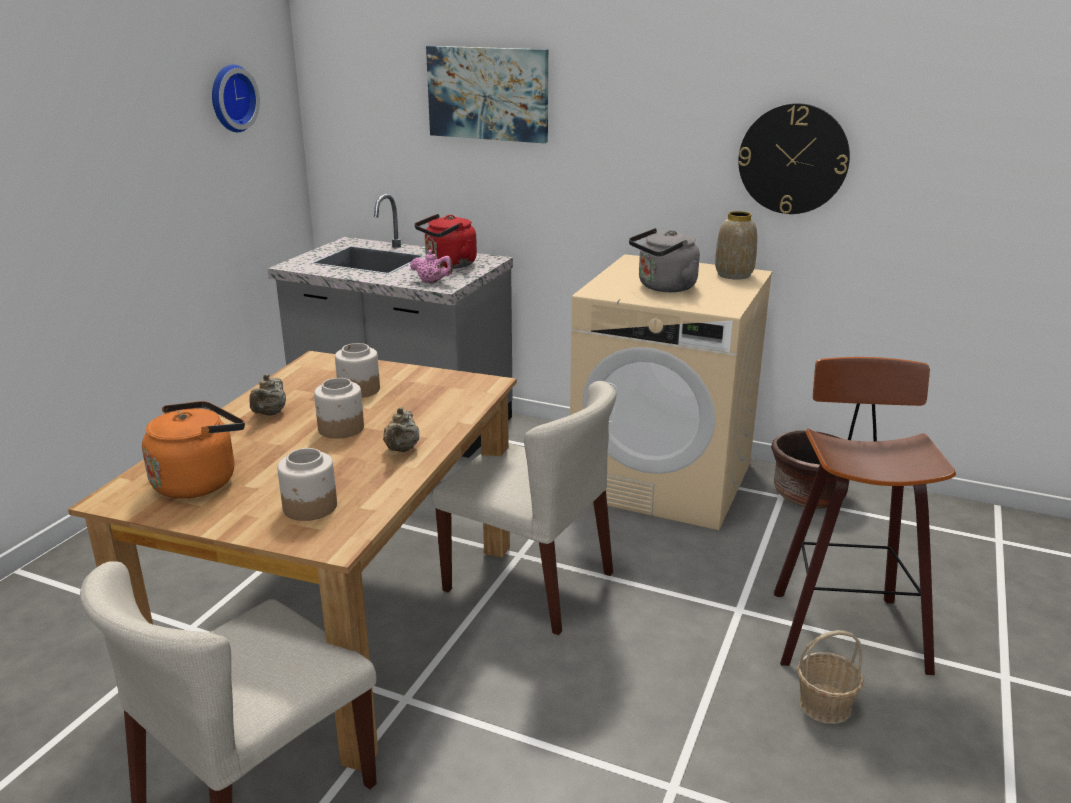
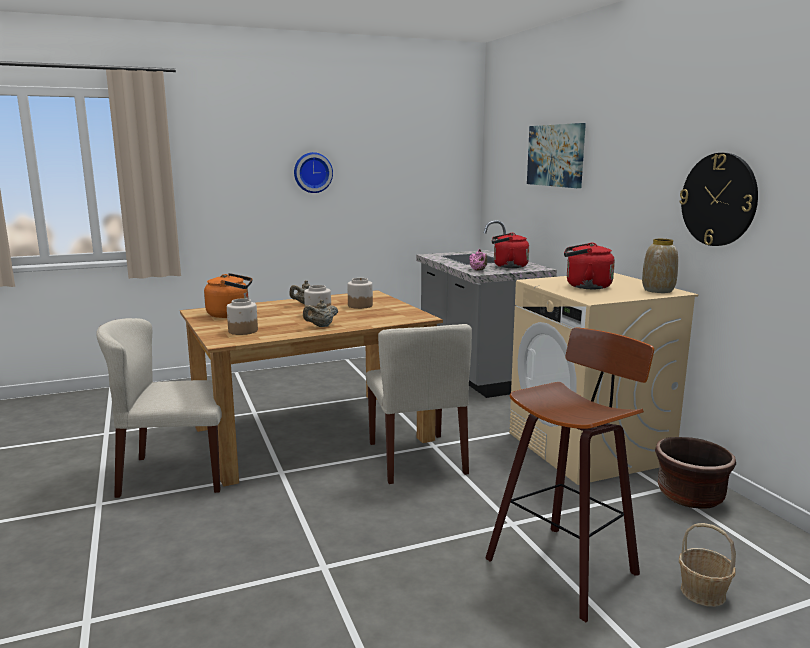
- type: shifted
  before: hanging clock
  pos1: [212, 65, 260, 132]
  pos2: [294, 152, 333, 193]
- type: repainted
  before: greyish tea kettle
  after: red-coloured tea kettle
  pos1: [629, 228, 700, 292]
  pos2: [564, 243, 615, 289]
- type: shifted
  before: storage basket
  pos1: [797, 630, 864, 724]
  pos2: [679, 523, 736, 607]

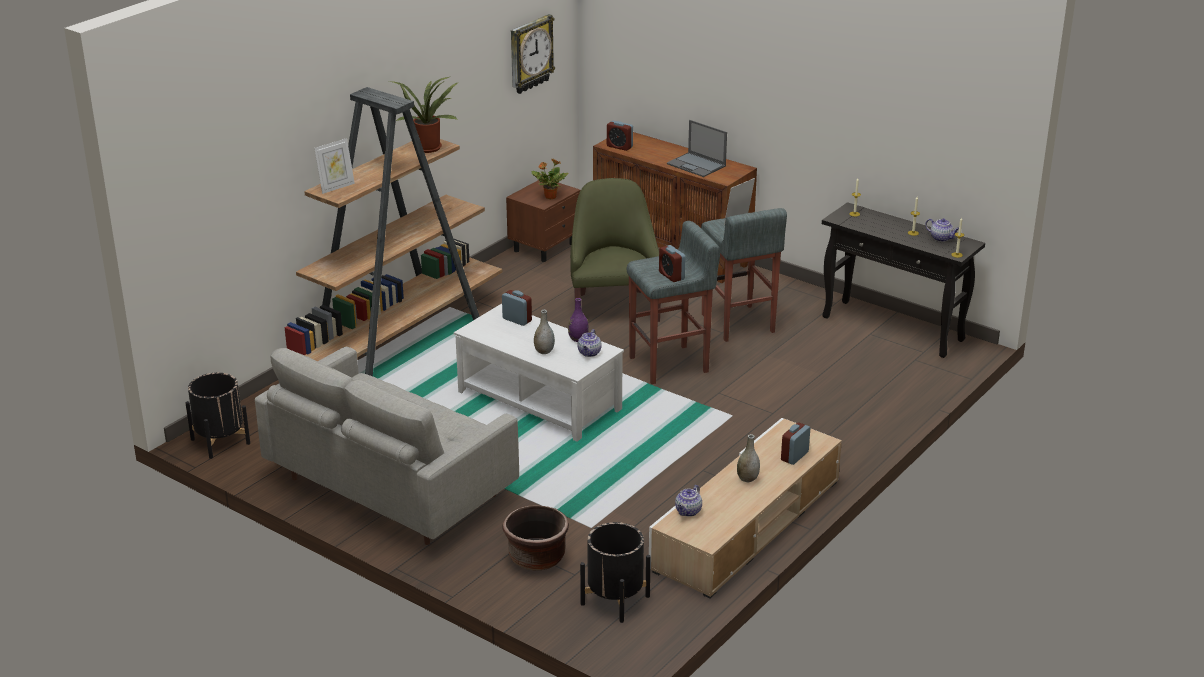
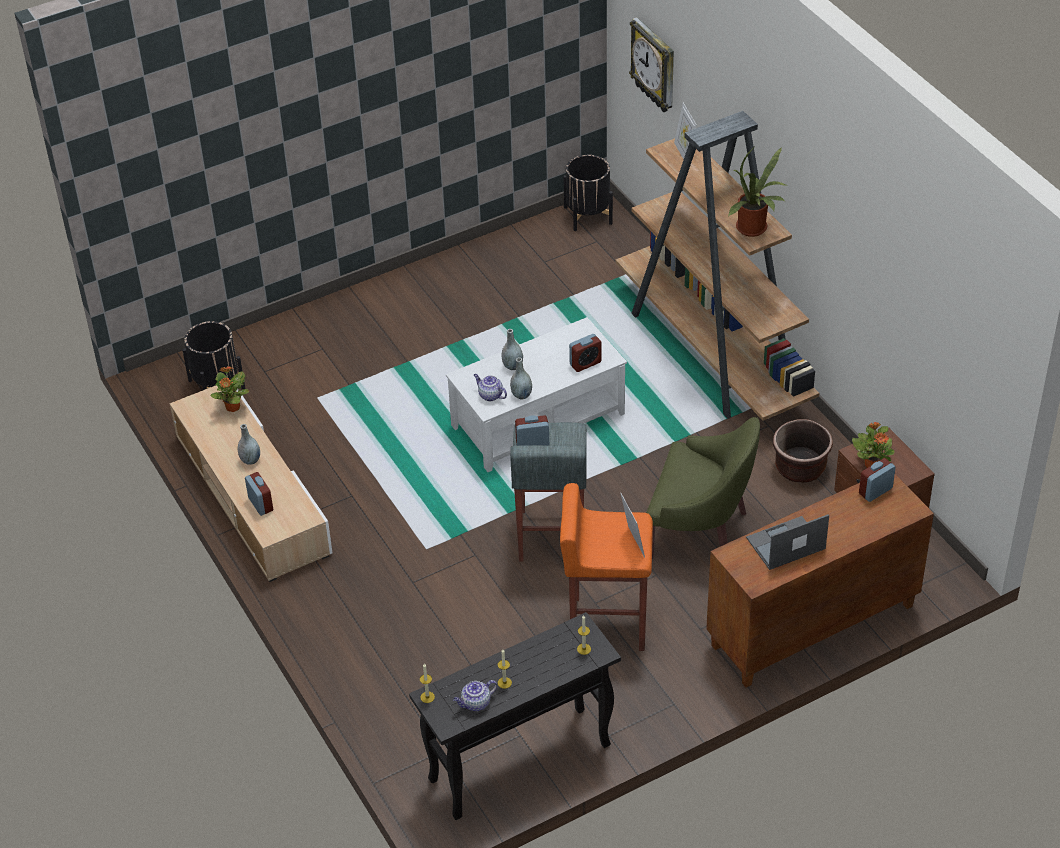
- type: gone
  before: greyish sofa
  pos1: [255, 347, 519, 545]
- type: shifted
  before: brownish planter
  pos1: [503, 505, 569, 570]
  pos2: [773, 419, 833, 483]
- type: shifted
  before: hanging clock
  pos1: [511, 14, 555, 94]
  pos2: [629, 17, 674, 112]
- type: repainted
  before: purple-coloured flower vase
  after: greyish flower vase
  pos1: [568, 298, 589, 342]
  pos2: [510, 357, 532, 399]
- type: swapped
  before: tea pot
  after: plant in a pot
  pos1: [675, 485, 702, 517]
  pos2: [210, 366, 249, 412]
- type: repainted
  before: greyish stool seat
  after: orange-coloured stool seat
  pos1: [701, 208, 787, 342]
  pos2: [560, 483, 653, 651]

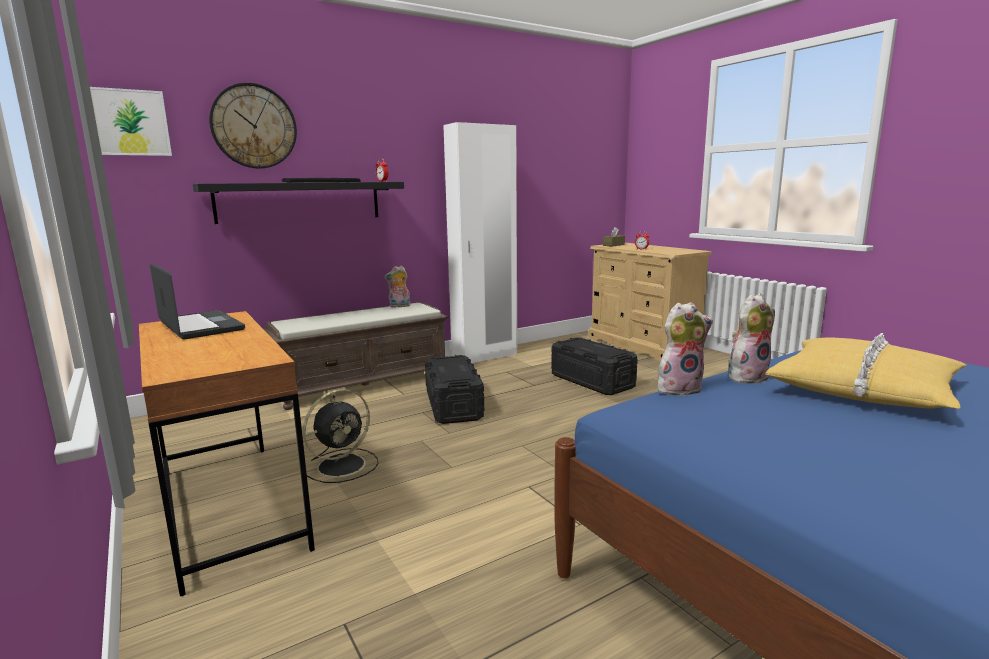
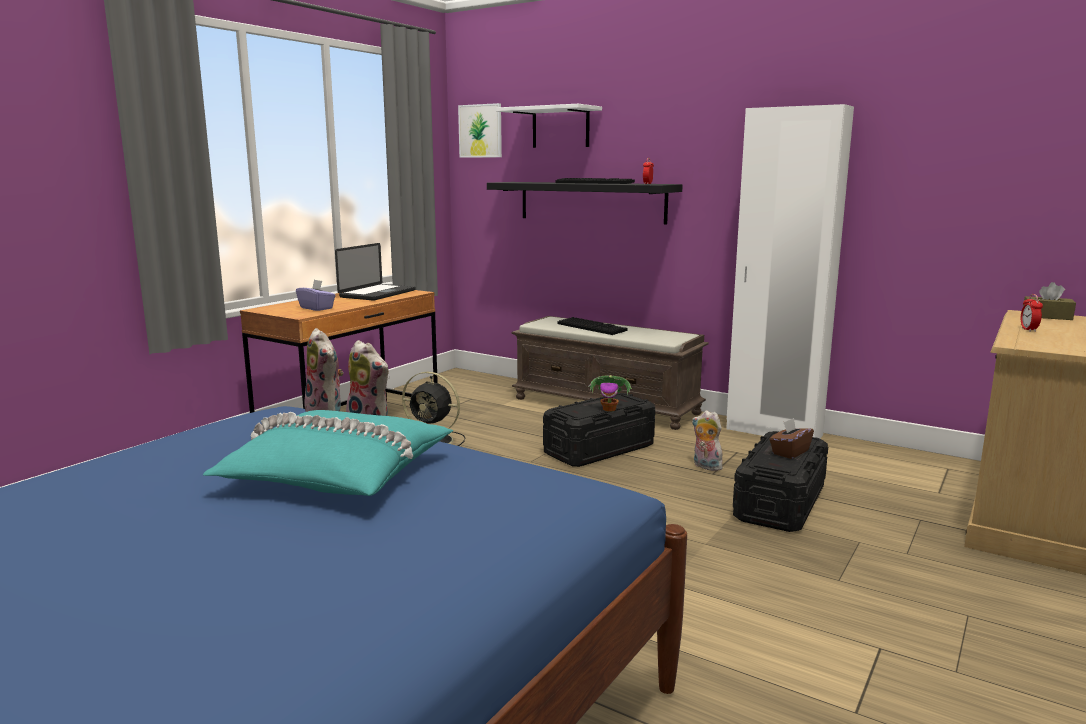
- type: swapped
  before: hanging clock
  after: white shelf
  pos1: [209, 83, 297, 169]
  pos2: [496, 104, 602, 148]
- type: shifted
  before: cuddly toy
  pos1: [384, 266, 410, 308]
  pos2: [692, 410, 723, 471]
- type: repainted
  before: yellowish pillow
  after: turquoise pillow
  pos1: [765, 333, 967, 409]
  pos2: [203, 410, 453, 496]
- type: new
  after: purple-coloured box of tissues
  pos2: [296, 279, 336, 311]
- type: new
  after: PC keyboard
  pos2: [558, 317, 627, 335]
- type: new
  after: plant in a pot
  pos2: [588, 375, 632, 411]
- type: new
  after: brownish box of tissues
  pos2: [769, 418, 814, 459]

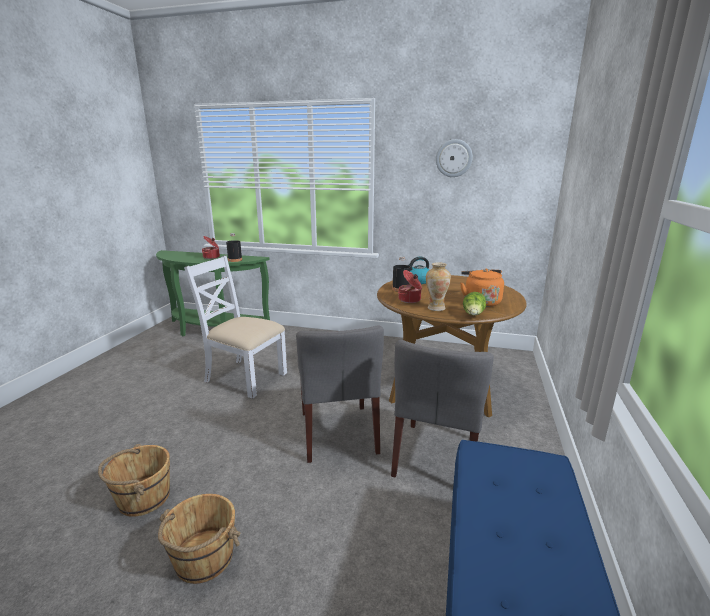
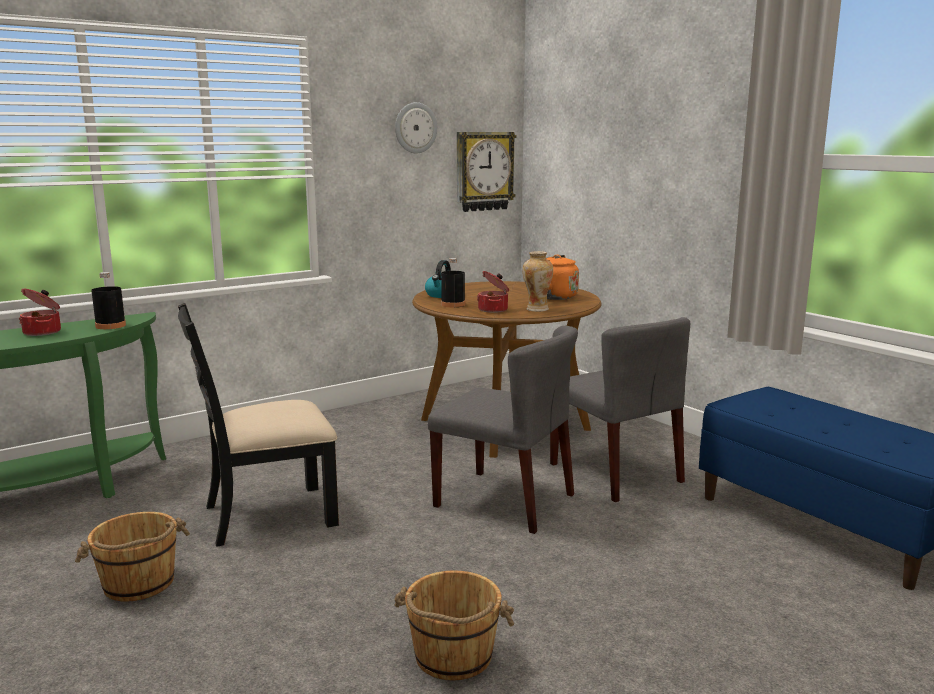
- type: shifted
  before: brownish pail
  pos1: [158, 494, 240, 584]
  pos2: [75, 512, 190, 602]
- type: repainted
  before: white chair
  after: blackish chair
  pos1: [184, 255, 287, 399]
  pos2: [178, 303, 339, 547]
- type: gone
  before: lettuce head
  pos1: [463, 292, 486, 315]
- type: new
  after: hanging clock
  pos2: [457, 132, 516, 212]

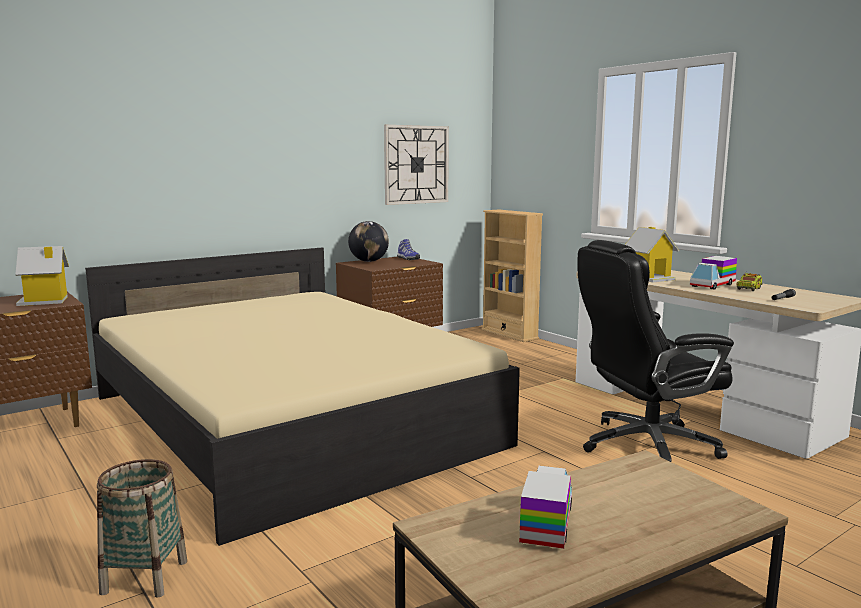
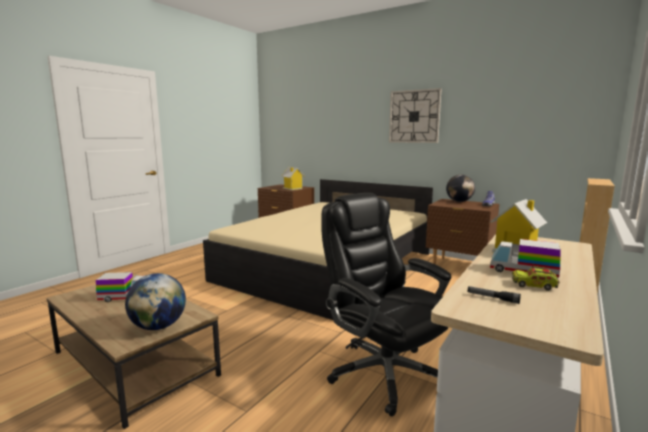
- type: gone
  before: storage basket
  pos1: [97, 459, 187, 598]
- type: shifted
  before: hanging clock
  pos1: [384, 125, 449, 205]
  pos2: [389, 88, 442, 143]
- type: new
  after: world globe
  pos2: [125, 273, 186, 330]

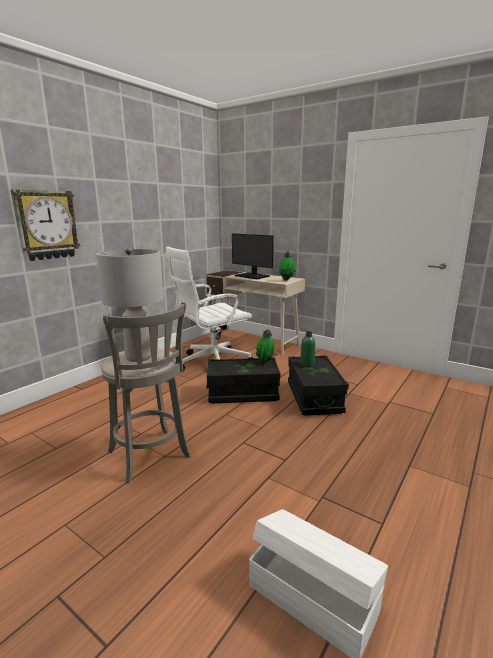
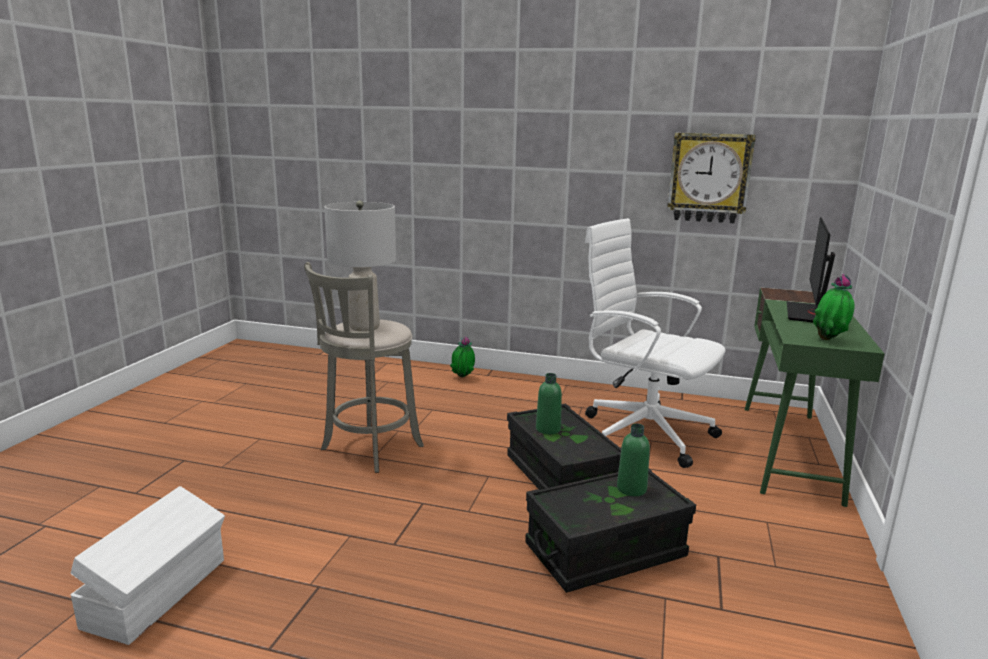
- type: shifted
  before: hanging clock
  pos1: [11, 189, 81, 261]
  pos2: [667, 132, 756, 223]
- type: repainted
  before: sand-coloured desk unit
  after: greenish desk unit
  pos1: [204, 270, 305, 356]
  pos2: [745, 287, 885, 507]
- type: shifted
  before: plant in a pot
  pos1: [256, 329, 275, 364]
  pos2: [450, 336, 475, 378]
- type: new
  after: greenish bottle
  pos2: [536, 373, 562, 434]

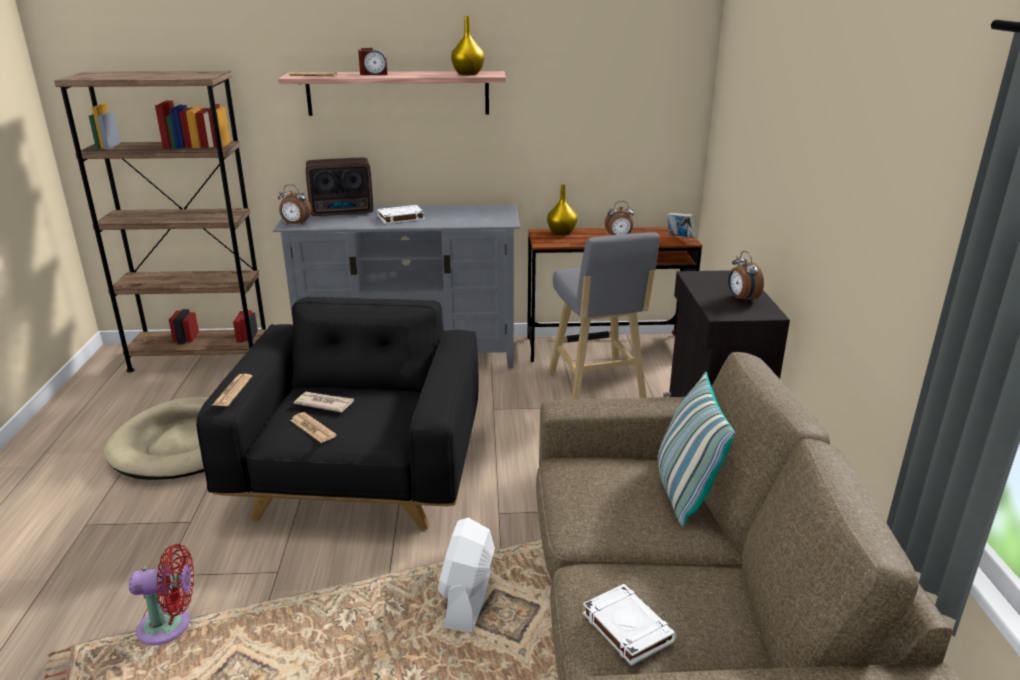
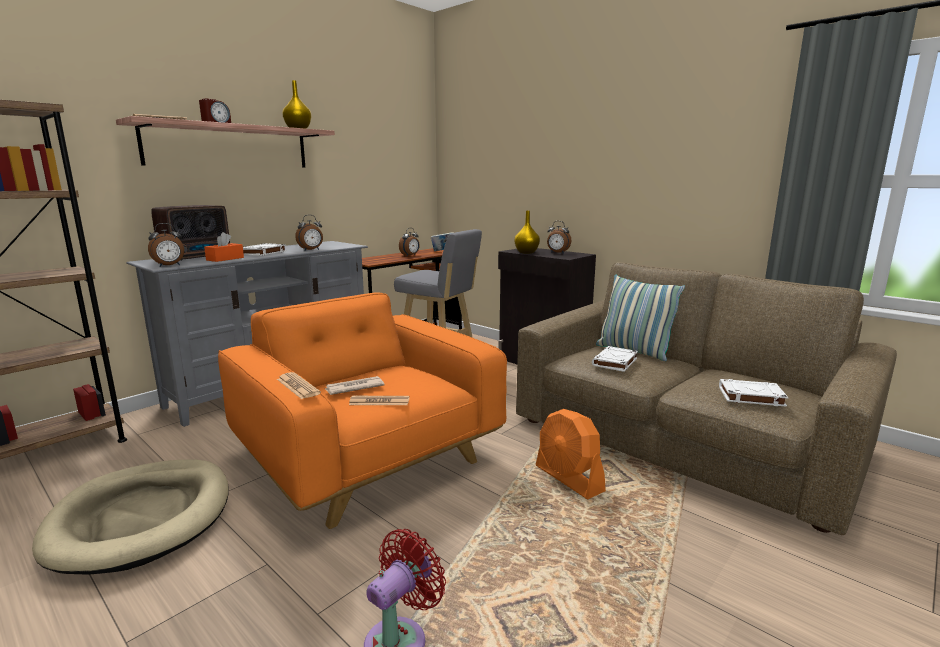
- type: repainted
  before: blackish lounge chair
  after: orange-coloured lounge chair
  pos1: [196, 297, 478, 529]
  pos2: [218, 292, 507, 529]
- type: repainted
  before: white electric fan
  after: orange-coloured electric fan
  pos1: [438, 518, 495, 632]
  pos2: [536, 409, 606, 500]
- type: shifted
  before: yellowish flower vase
  pos1: [547, 184, 577, 235]
  pos2: [514, 211, 540, 254]
- type: new
  after: orange-coloured box of tissues
  pos2: [204, 232, 244, 262]
- type: new
  after: alarm clock
  pos2: [295, 215, 323, 250]
- type: new
  after: white volume
  pos2: [592, 346, 638, 372]

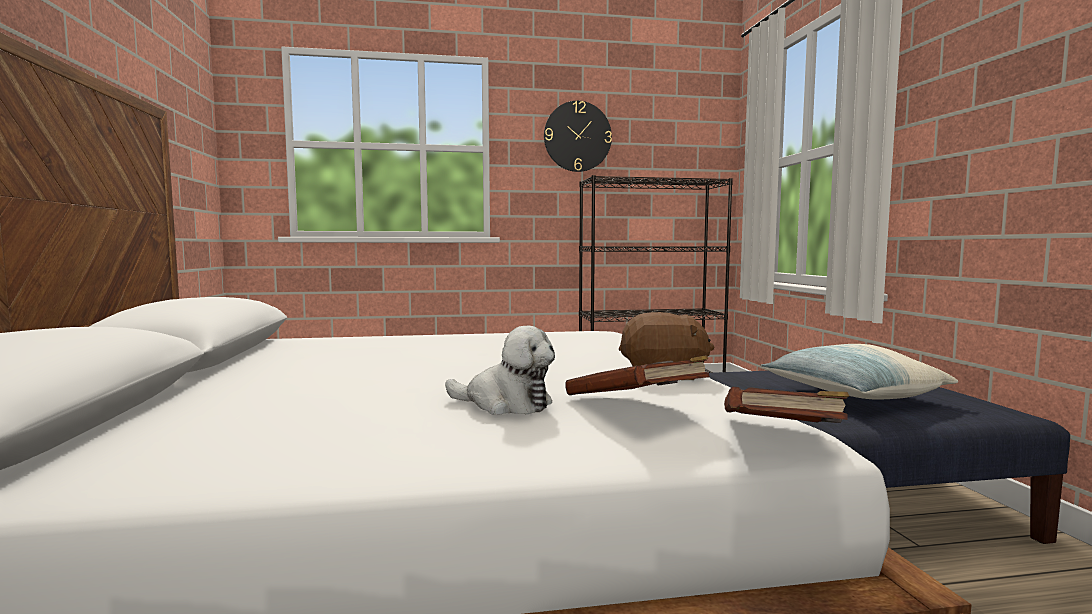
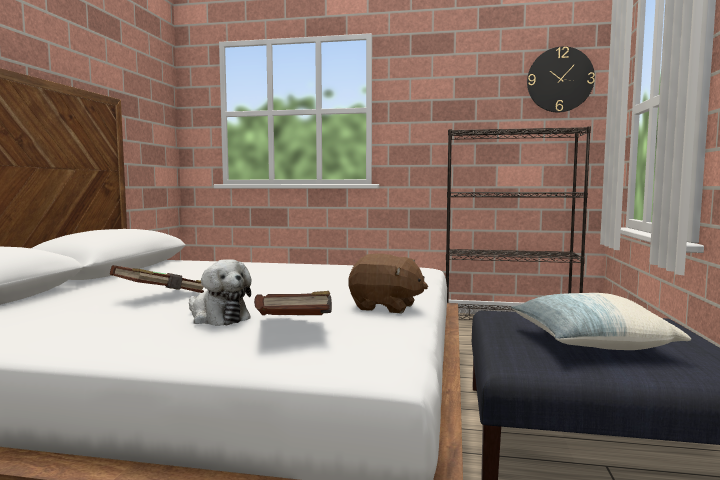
- type: shifted
  before: hanging clock
  pos1: [544, 101, 612, 172]
  pos2: [527, 46, 595, 112]
- type: shifted
  before: brownish volume
  pos1: [724, 387, 849, 423]
  pos2: [110, 265, 204, 293]

